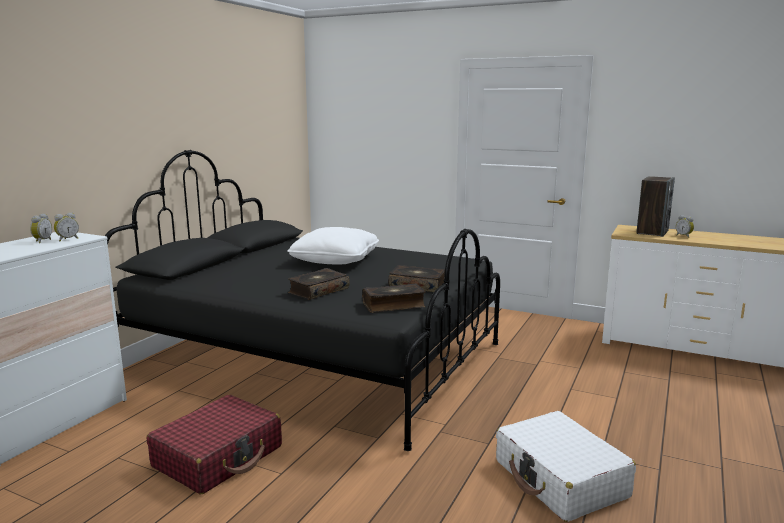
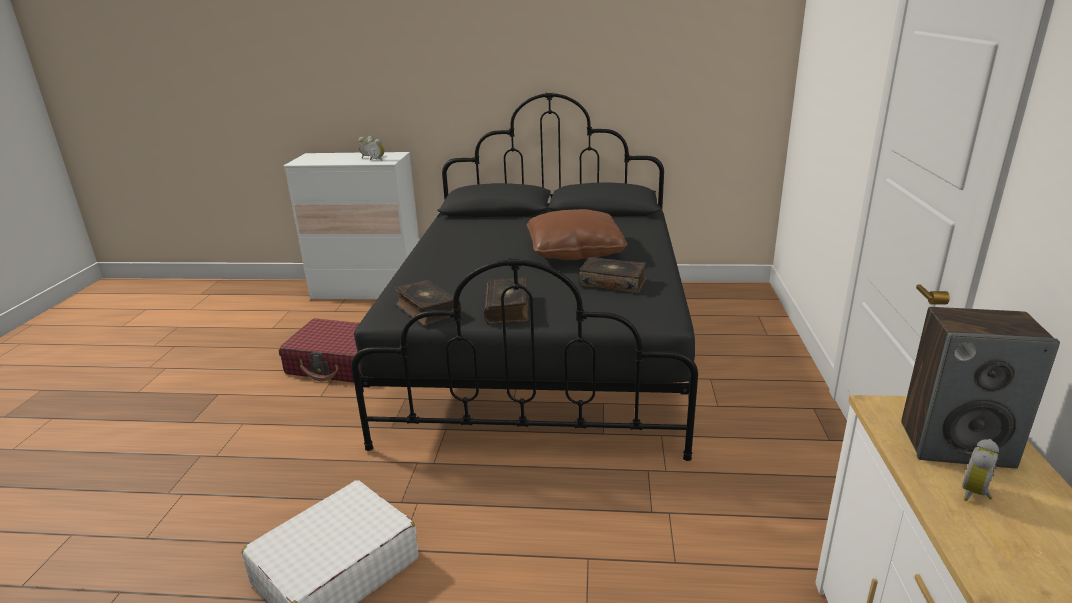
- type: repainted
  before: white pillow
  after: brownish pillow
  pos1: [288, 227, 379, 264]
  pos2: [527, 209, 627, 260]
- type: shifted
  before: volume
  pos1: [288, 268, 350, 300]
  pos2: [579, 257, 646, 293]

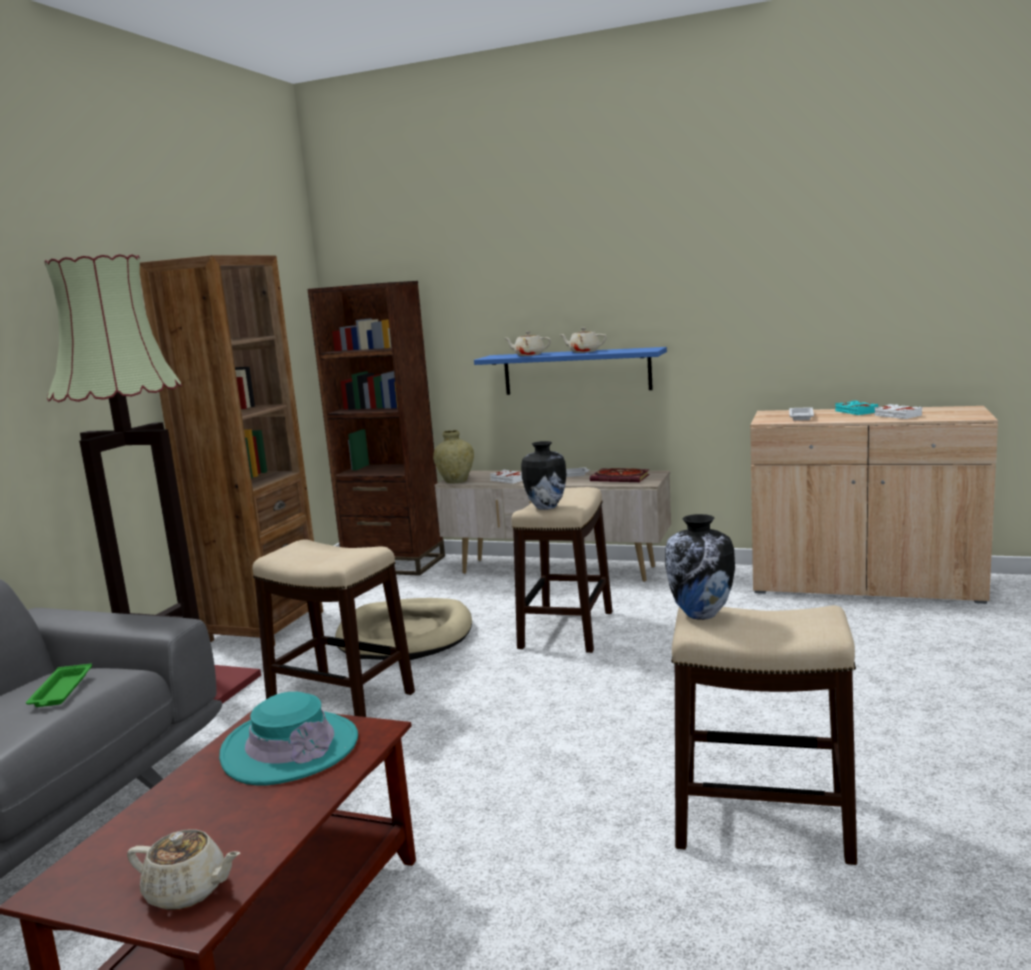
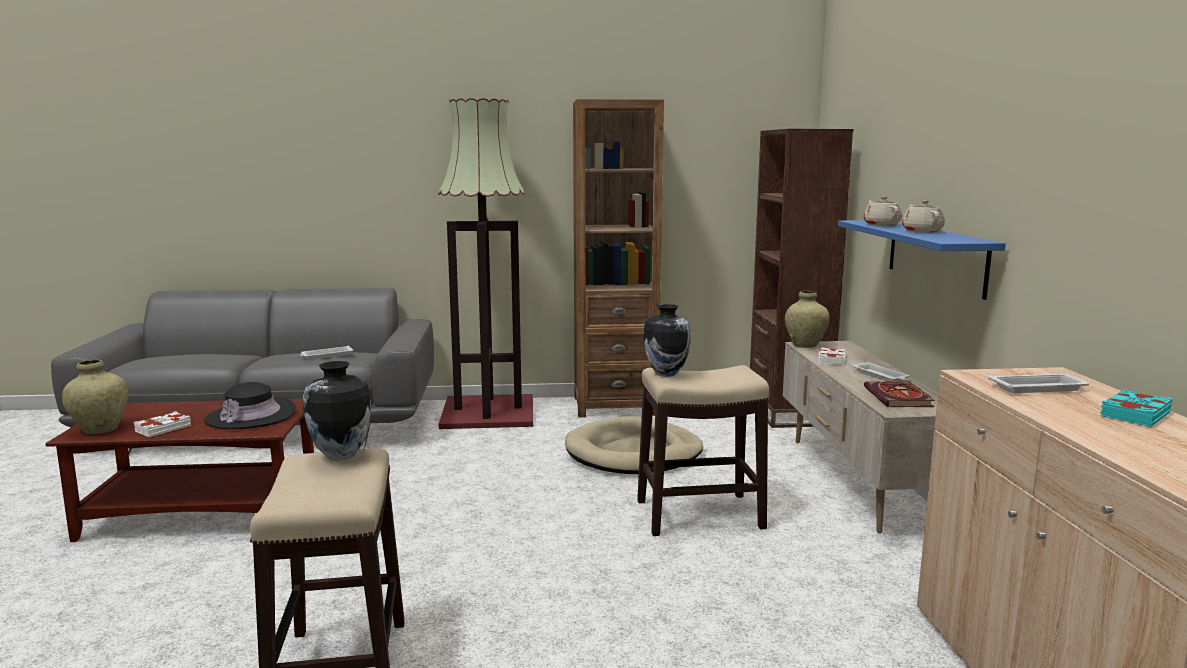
- type: repainted
  before: greenish tray
  after: white tray
  pos1: [26, 664, 92, 707]
  pos2: [300, 346, 354, 360]
- type: swapped
  before: sand-coloured tea pot
  after: sand-coloured flower vase
  pos1: [127, 829, 240, 910]
  pos2: [62, 359, 128, 434]
- type: repainted
  before: turquoise hat
  after: blackish hat
  pos1: [219, 692, 358, 785]
  pos2: [204, 382, 296, 429]
- type: gone
  before: stool seat
  pos1: [252, 539, 415, 717]
- type: shifted
  before: white volume
  pos1: [874, 404, 922, 419]
  pos2: [134, 411, 191, 437]

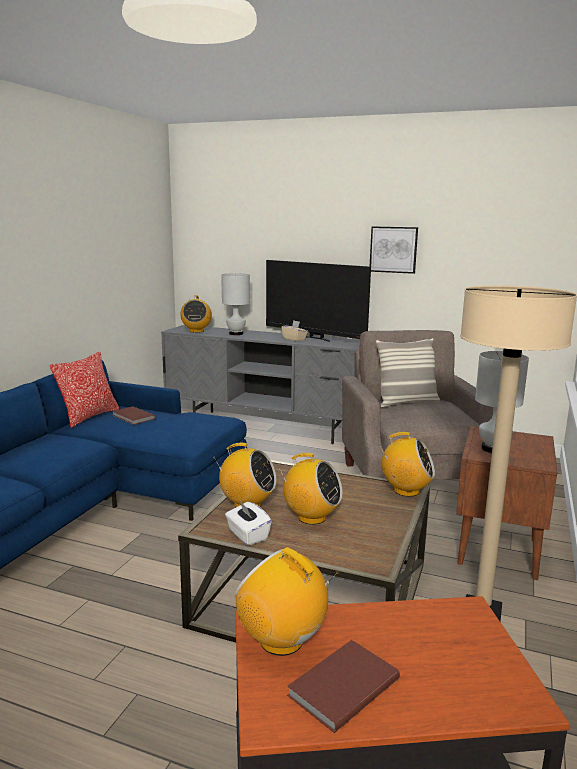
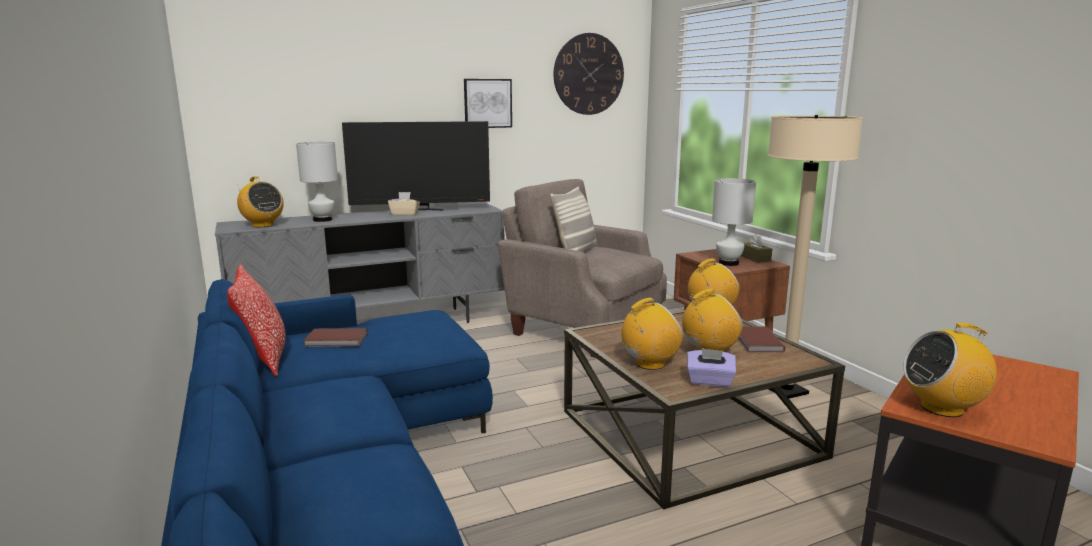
- type: repainted
  before: white box of tissues
  after: purple-coloured box of tissues
  pos1: [225, 500, 272, 546]
  pos2: [687, 348, 736, 387]
- type: shifted
  before: brownish volume
  pos1: [287, 640, 400, 733]
  pos2: [738, 326, 785, 352]
- type: new
  after: hanging clock
  pos2: [554, 33, 624, 115]
- type: new
  after: brownish box of tissues
  pos2: [741, 233, 772, 263]

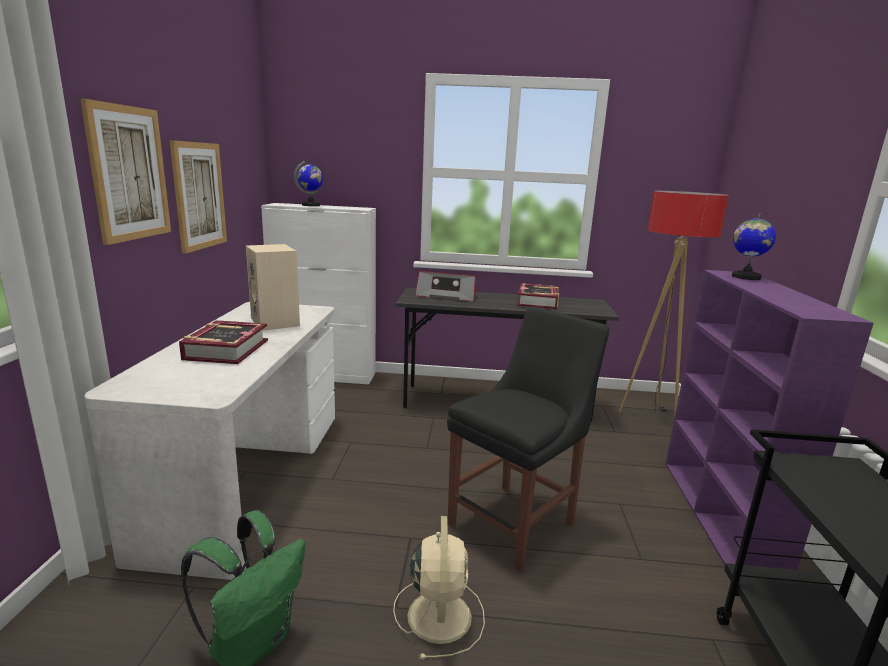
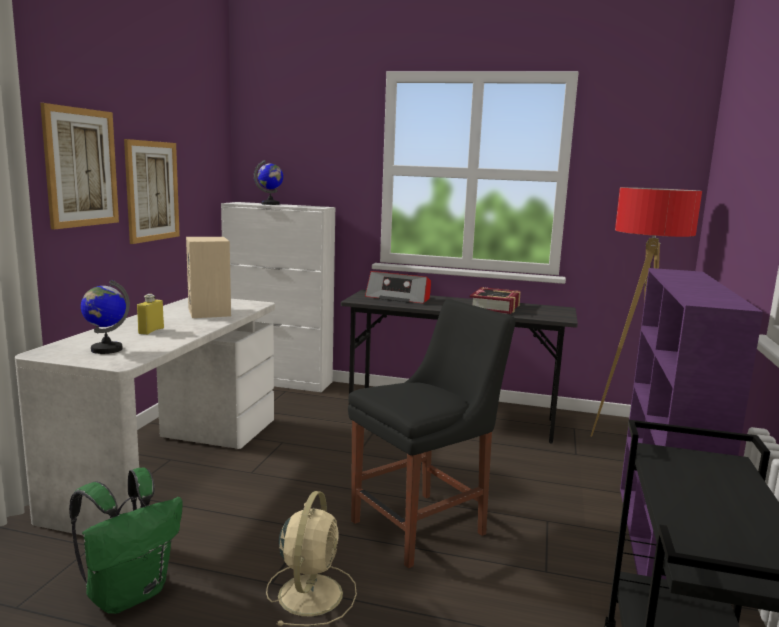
- type: swapped
  before: volume
  after: yellowish bottle
  pos1: [179, 320, 268, 364]
  pos2: [137, 294, 164, 335]
- type: shifted
  before: world globe
  pos1: [732, 213, 776, 280]
  pos2: [81, 280, 130, 354]

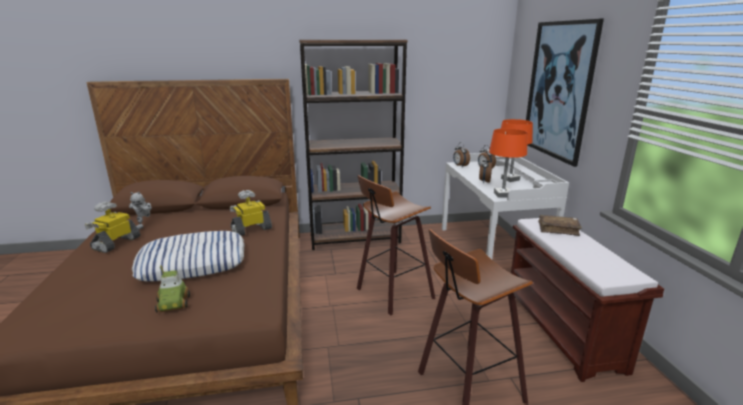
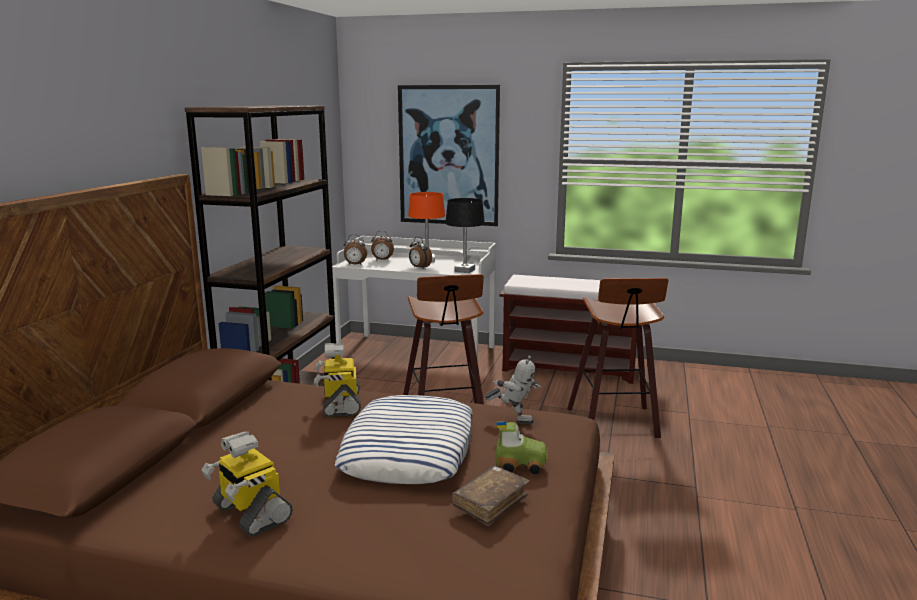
- type: shifted
  before: toy robot
  pos1: [129, 192, 152, 230]
  pos2: [485, 356, 541, 424]
- type: repainted
  before: orange-coloured table lamp
  after: blackish table lamp
  pos1: [489, 128, 527, 198]
  pos2: [445, 198, 485, 273]
- type: shifted
  before: brownish volume
  pos1: [539, 215, 582, 236]
  pos2: [451, 466, 530, 526]

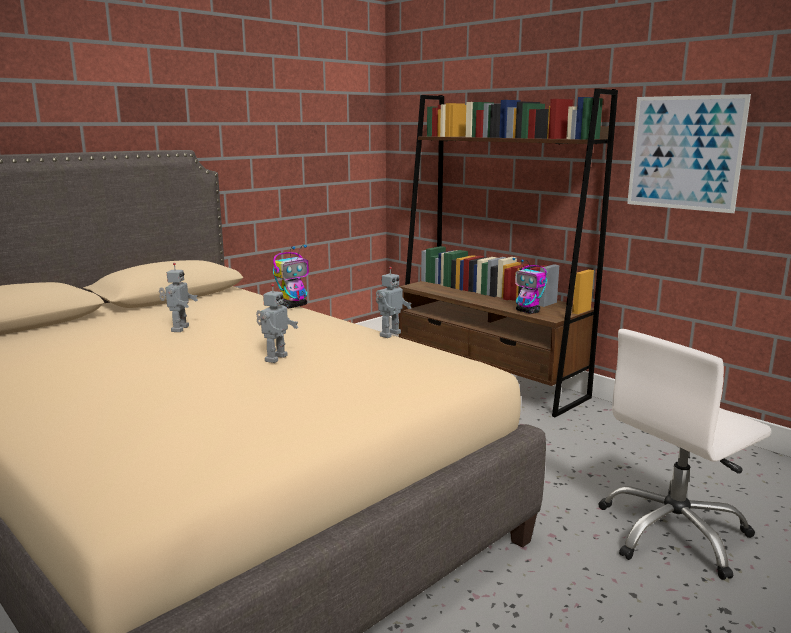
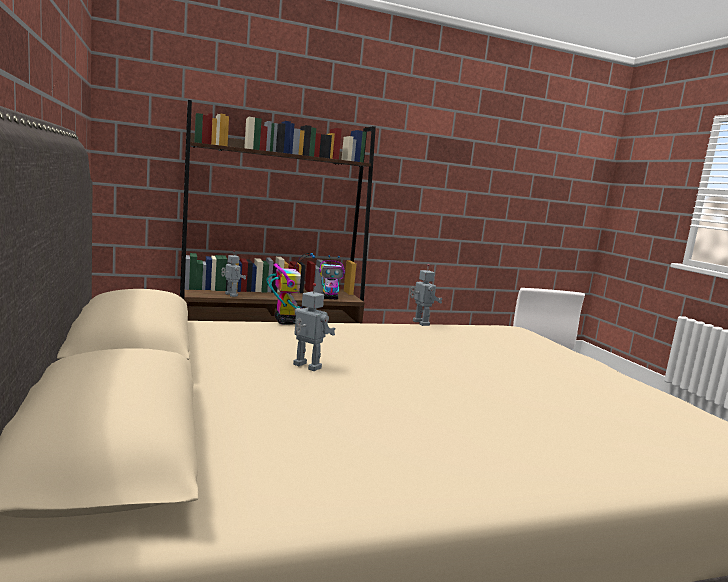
- type: shifted
  before: toy robot
  pos1: [256, 283, 298, 363]
  pos2: [221, 251, 246, 297]
- type: gone
  before: wall picture
  pos1: [627, 94, 751, 213]

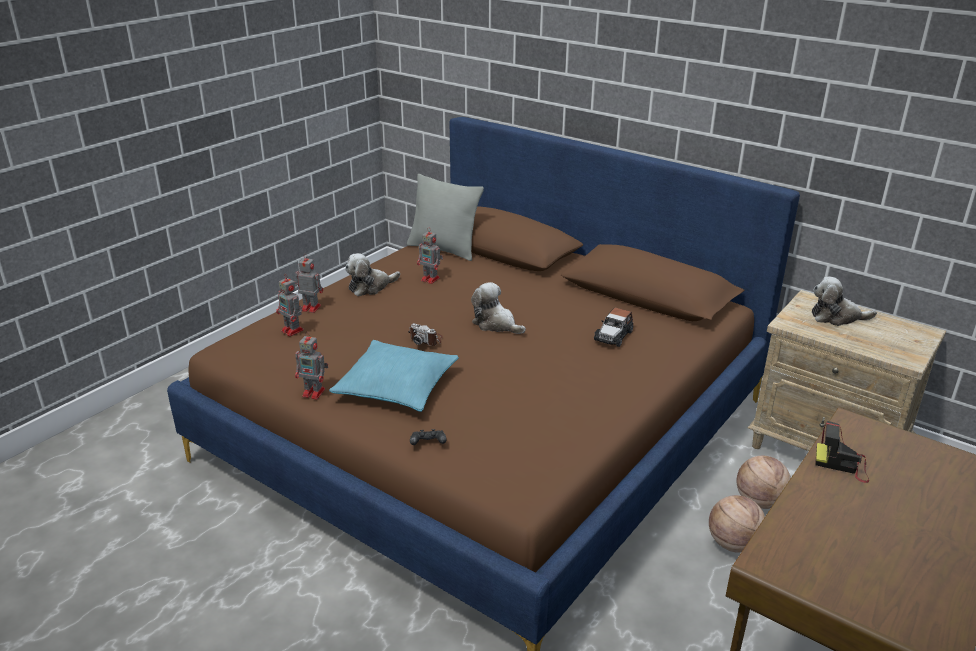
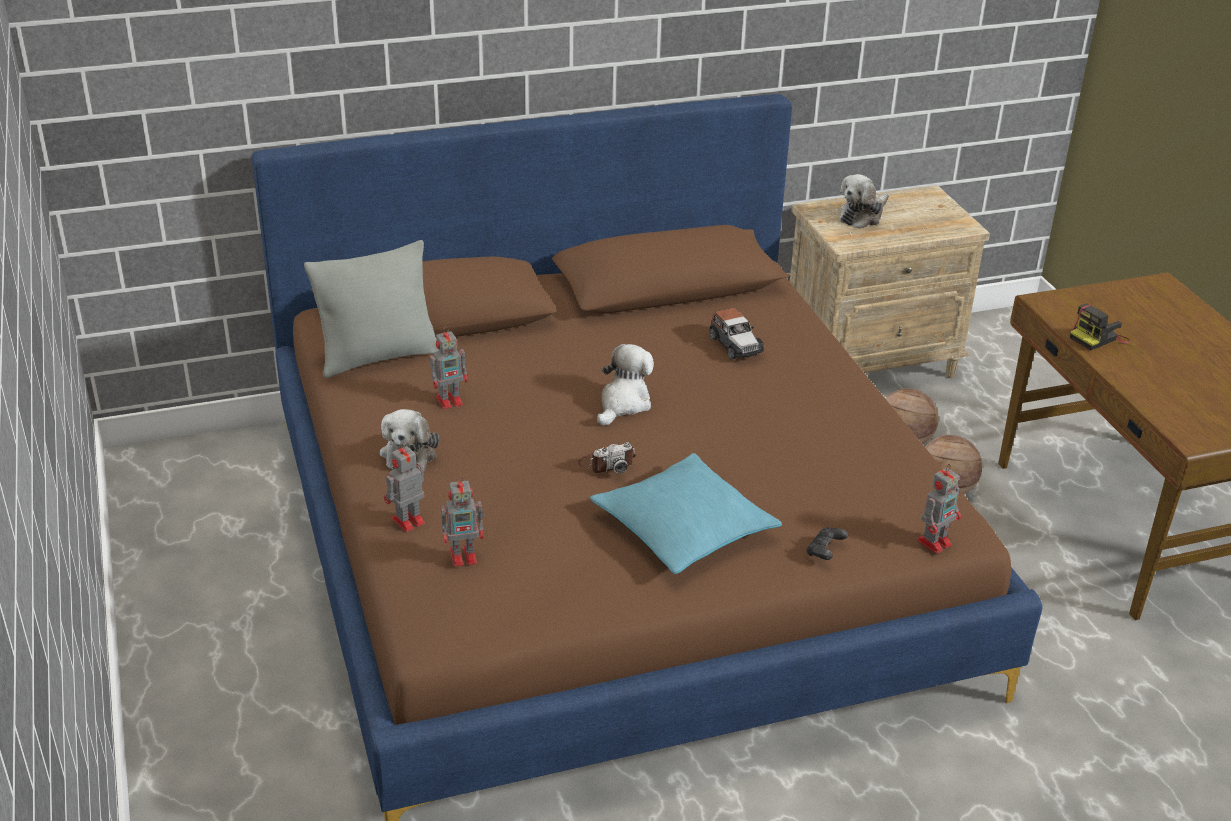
- type: shifted
  before: toy robot
  pos1: [295, 333, 328, 400]
  pos2: [917, 464, 961, 554]
- type: rotated
  before: cuddly toy
  pos1: [471, 282, 526, 334]
  pos2: [597, 344, 654, 426]
  turn: 135

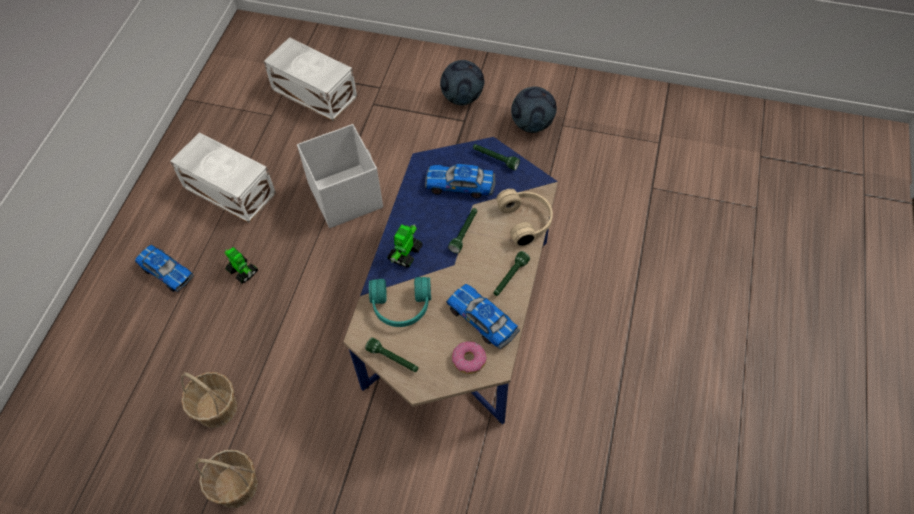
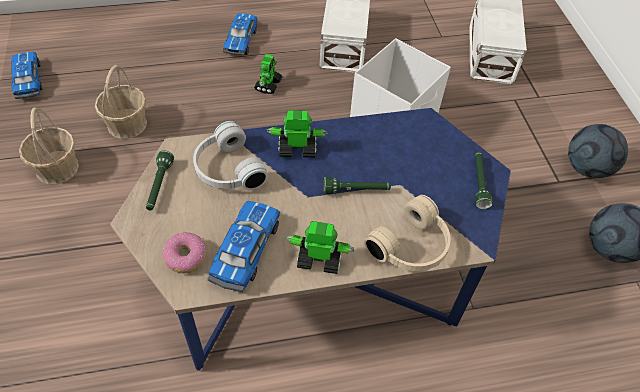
- type: repainted
  before: turquoise headphones
  after: white headphones
  pos1: [369, 277, 431, 327]
  pos2: [193, 121, 268, 190]
- type: shifted
  before: miniature car
  pos1: [425, 164, 496, 198]
  pos2: [11, 52, 42, 99]
- type: swapped
  before: greenish torch
  after: toy robot
  pos1: [493, 251, 530, 296]
  pos2: [286, 221, 354, 274]

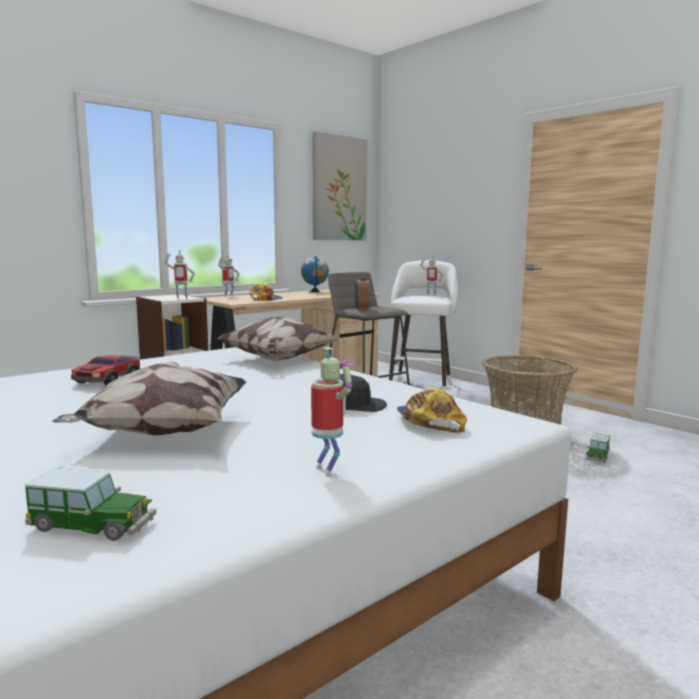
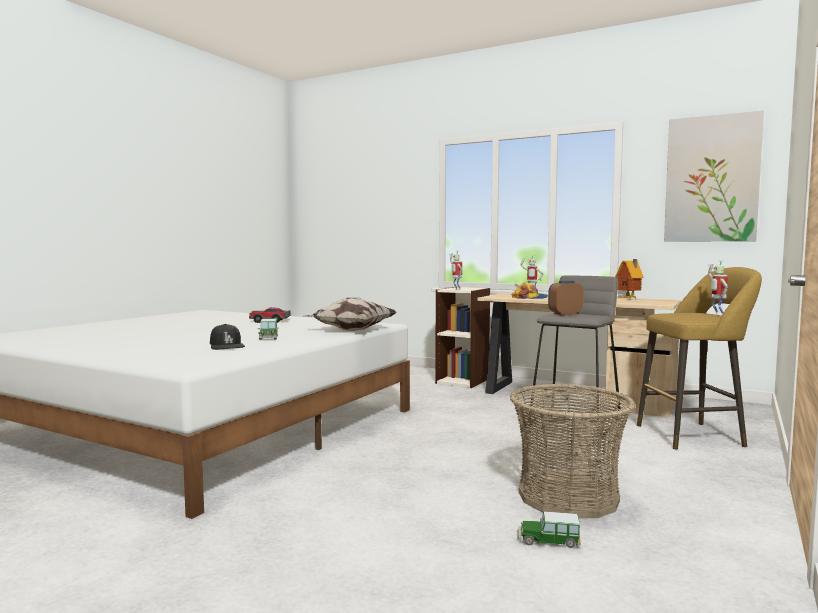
- type: shifted
  before: miniature car
  pos1: [25, 468, 156, 541]
  pos2: [258, 319, 279, 340]
- type: gone
  before: pillow
  pos1: [52, 361, 247, 436]
- type: swapped
  before: world globe
  after: model house
  pos1: [301, 256, 329, 292]
  pos2: [615, 259, 644, 298]
- type: gone
  before: toy robot
  pos1: [311, 347, 354, 477]
- type: repainted
  before: white stool seat
  after: yellowish stool seat
  pos1: [389, 260, 458, 393]
  pos2: [637, 267, 762, 449]
- type: gone
  before: peaked cap
  pos1: [397, 388, 467, 432]

